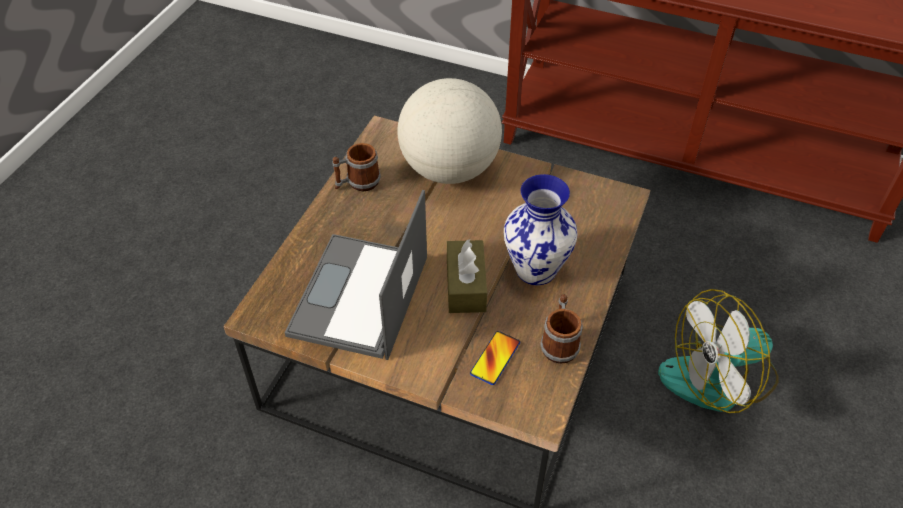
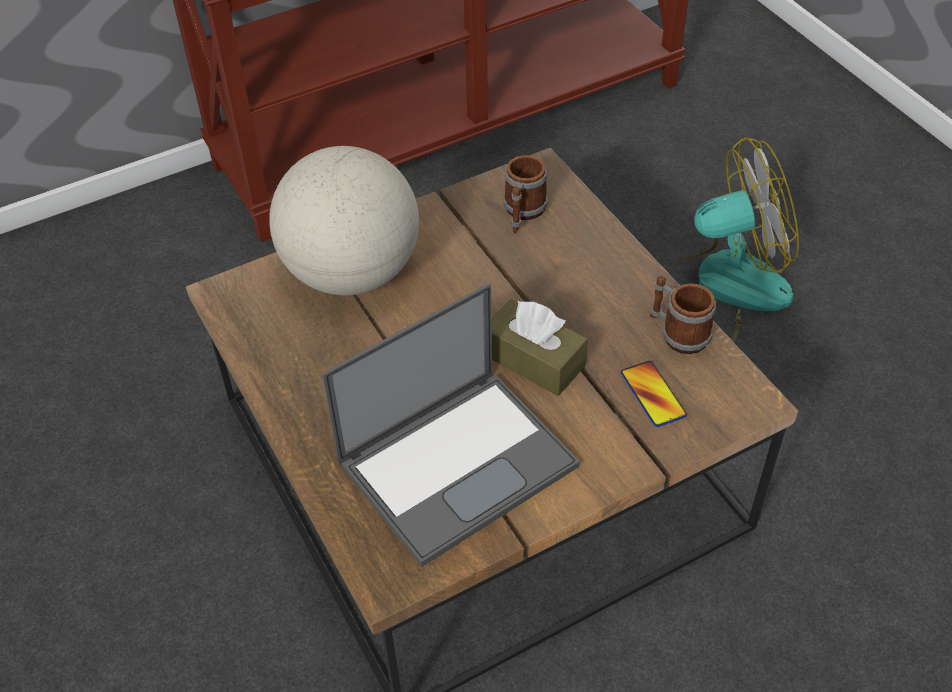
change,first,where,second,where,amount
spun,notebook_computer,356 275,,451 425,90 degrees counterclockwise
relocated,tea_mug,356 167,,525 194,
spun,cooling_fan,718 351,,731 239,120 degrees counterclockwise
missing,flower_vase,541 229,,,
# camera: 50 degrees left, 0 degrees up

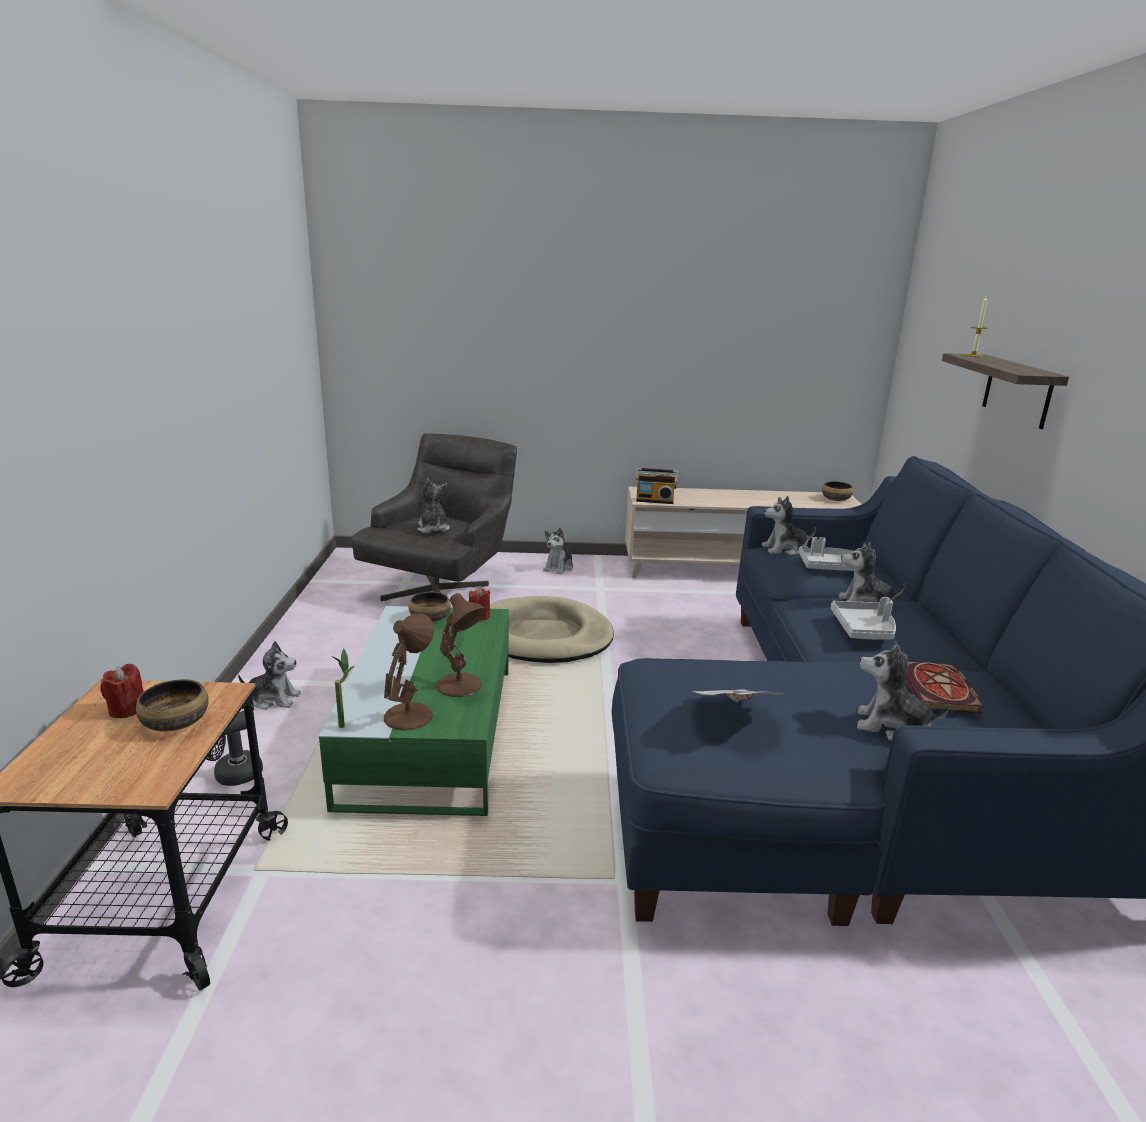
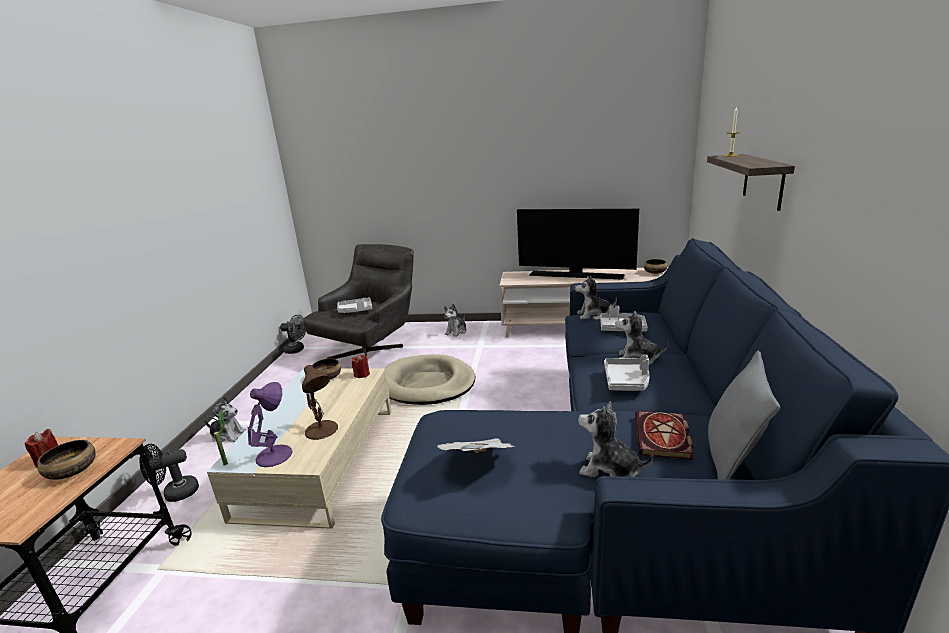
change,first,where,second,where,amount
colour,green-coloured_coffee_table,414 711,beige_coffee_table,299 448,
colour,brown-coloured_tabletop_lamp,409 672,purplish_tabletop_lamp,270 424,
appeared,,,grey_cooling_fan,293 334,
exchanged,cuddly_toy,434 505,grey_tray,354 305,
appeared,,,TV,578 244,
appeared,,,grey_cushion,744 415,
missing,radio_set,656 486,,,
# camera: 10 degrees right, 0 degrees up

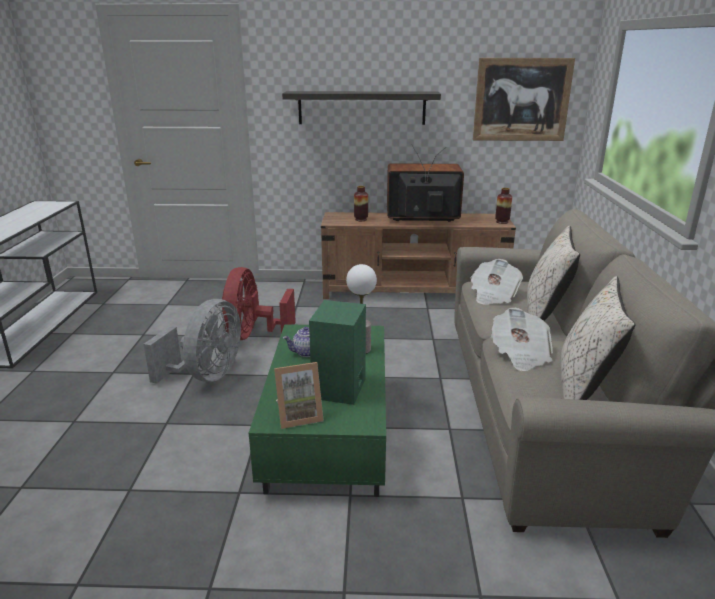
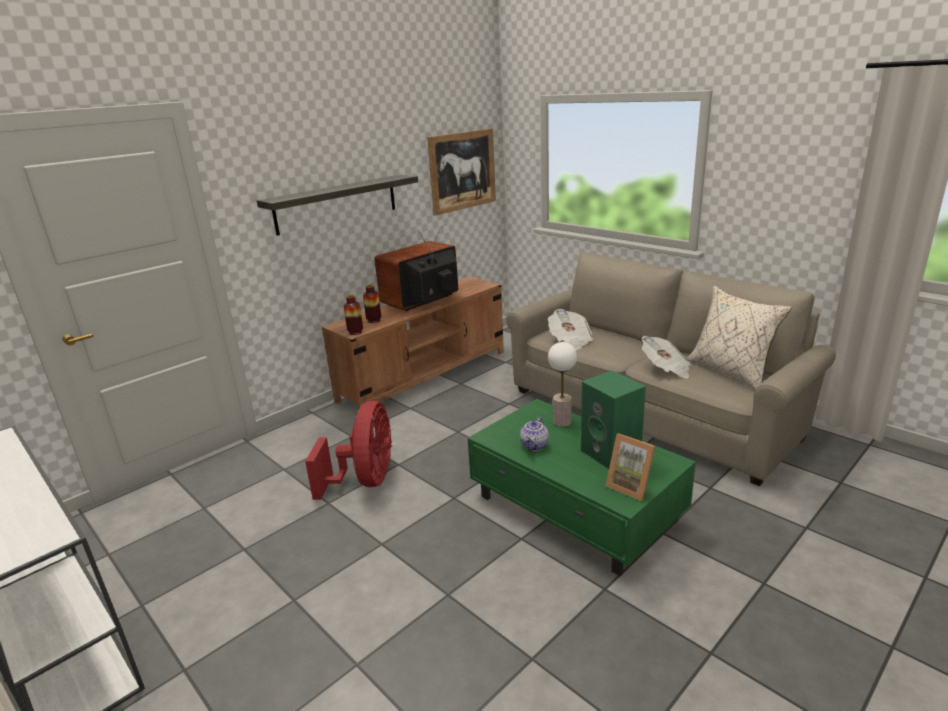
change,first,where,second,where,amount
spun,red-coloured_cooling_fan,259 303,,348 450,135 degrees counterclockwise
relocated,flower_vase,503 206,,353 315,
spun,standing_frame,299 395,,630 467,105 degrees clockwise
missing,grey_cooling_fan,192 341,,,
missing,beige_cushion,553 273,,,
# camera: 45 degrees left, 0 degrees up

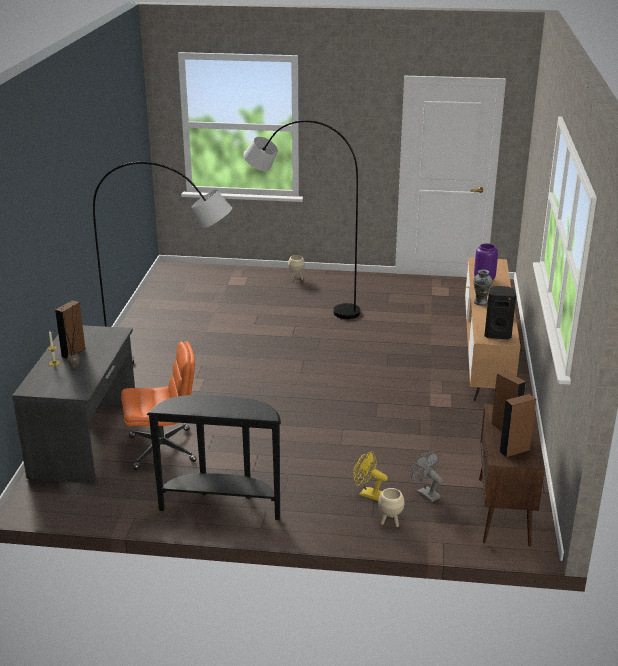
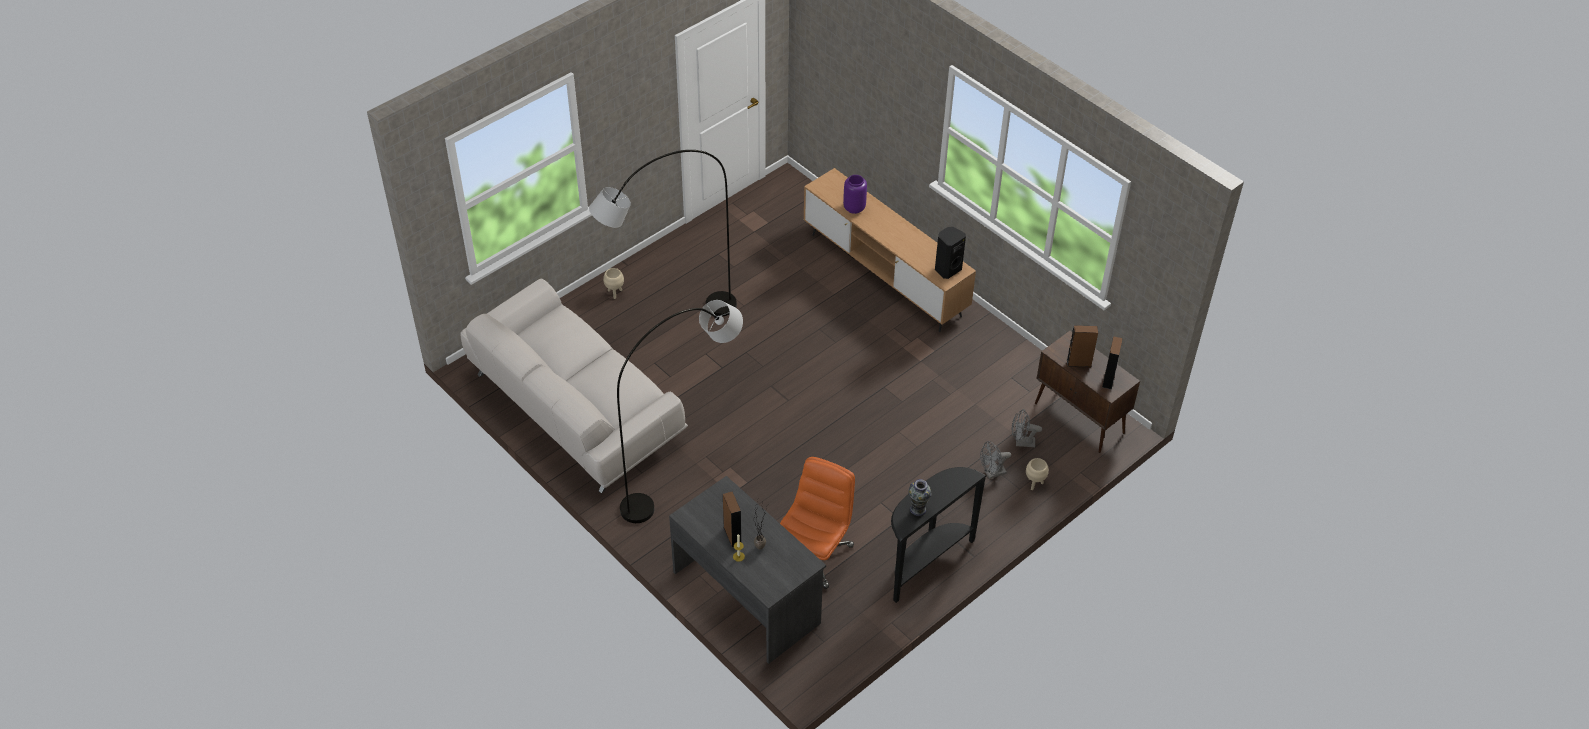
change,first,where,second,where,amount
appeared,,,white-coloured_settee,574 386,
relocated,flower_vase,483 287,,919 497,
colour,yellow_cooling_fan,370 476,grey_cooling_fan,995 460,
# camera: 50 degrees left, 20 degrees up

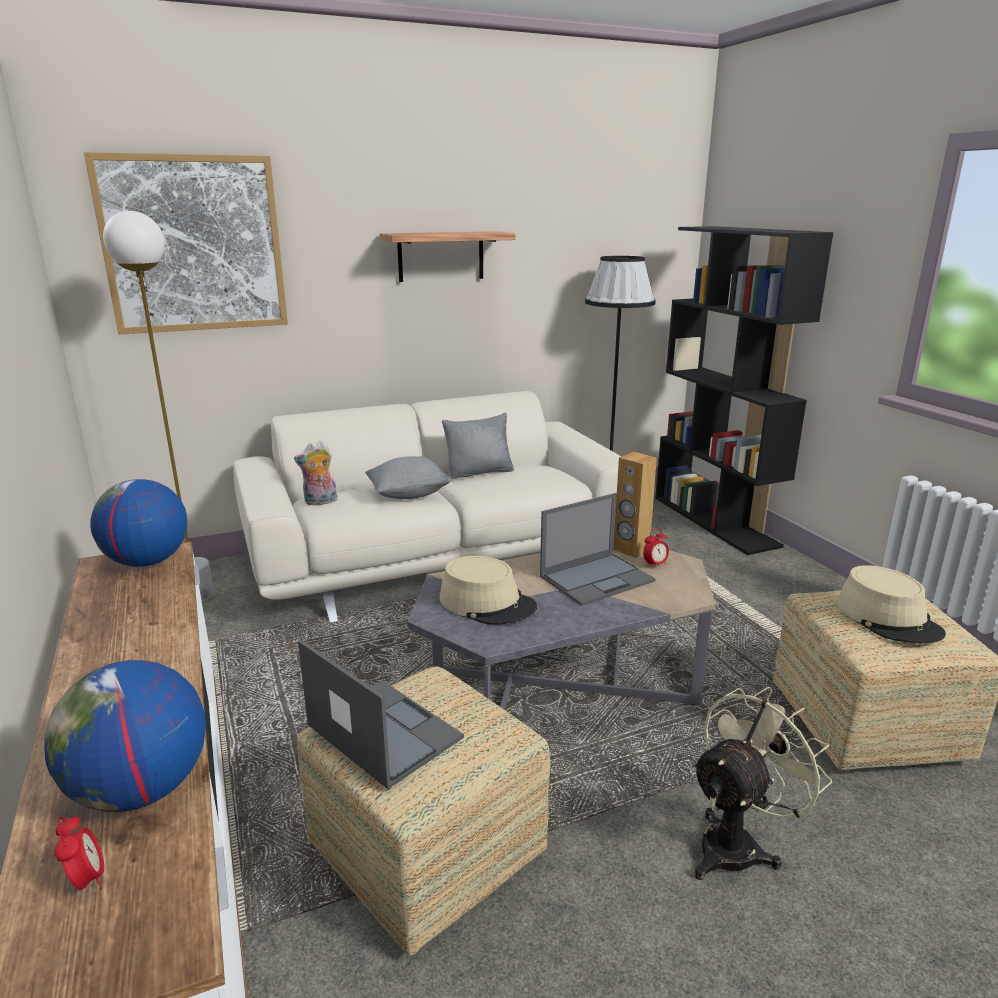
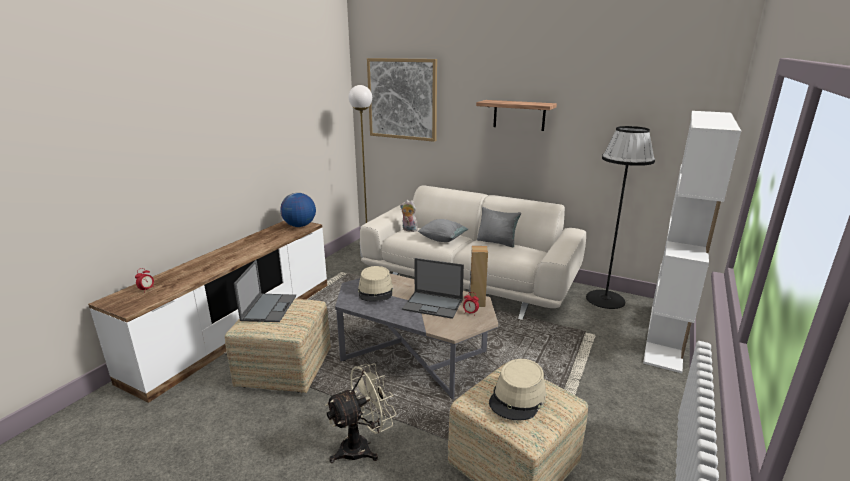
change,first,where,second,where,amount
spun,beige_cooling_fan,761 783,,360 413,45 degrees counterclockwise
colour,blackish_shelving_unit,744 390,white-coloured_shelving_unit,692 242,
missing,desk_globe,125 736,,,
# camera: 50 degrees right, 0 degrees up

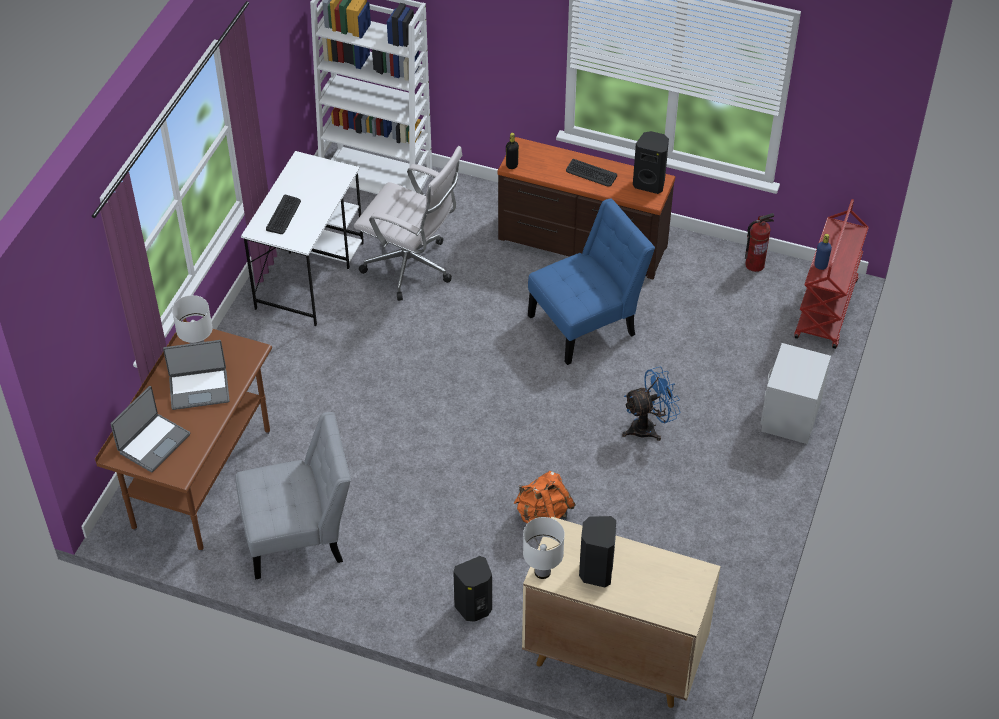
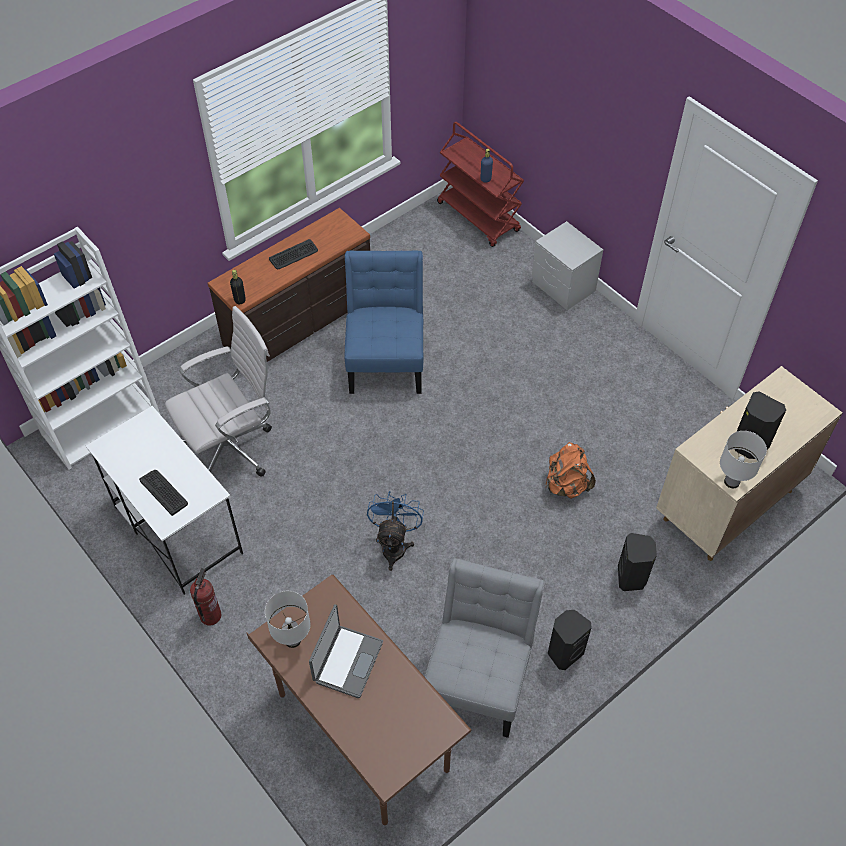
change,first,where,second,where,amount
relocated,extinguisher,759 242,,205 597,
relocated,blue-coloured_cooling_fan,651 404,,395 531,
relocated,blackish_audio_speaker,651 162,,569 640,
missing,notebook_computer,150 429,,,
# camera: 60 degrees left, 5 degrees up

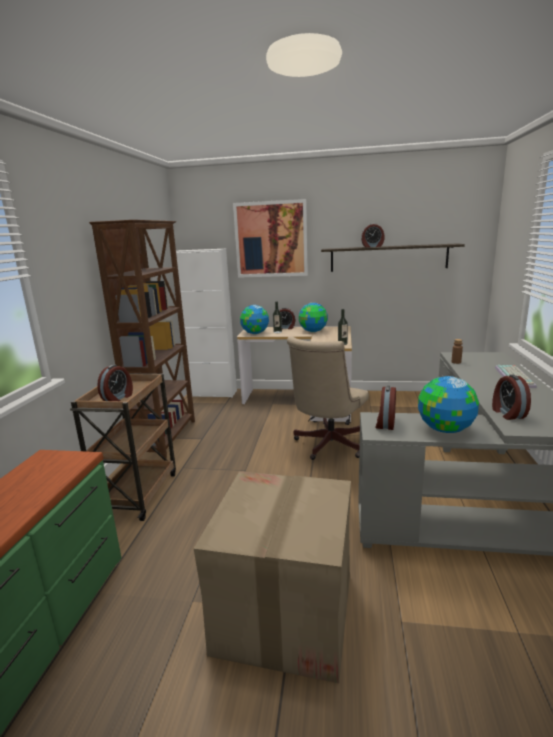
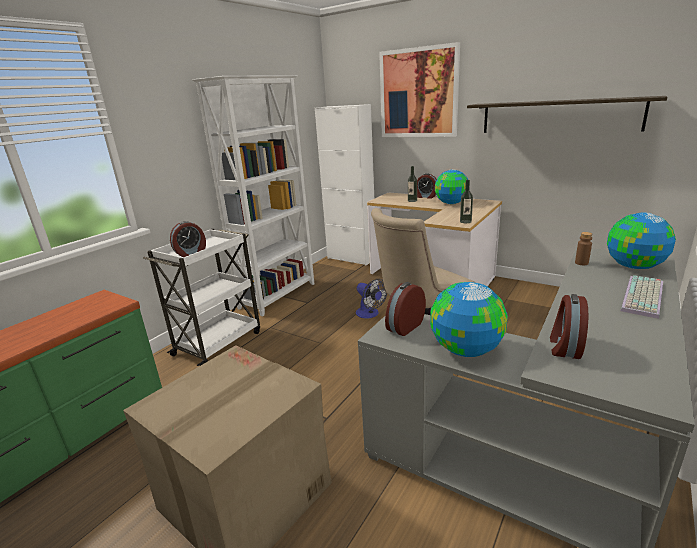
change,first,where,second,where,amount
colour,brown-coloured_trolley,123 447,white-coloured_trolley,201 297,
colour,brown-coloured_shelving_unit,142 339,white-coloured_shelving_unit,253 195,
appeared,,,cooling_fan,371 298,
relocated,desk_globe,254 319,,641 240,
missing,table_clock,372 235,,,
# camera: 25 degrees right, 5 degrees up

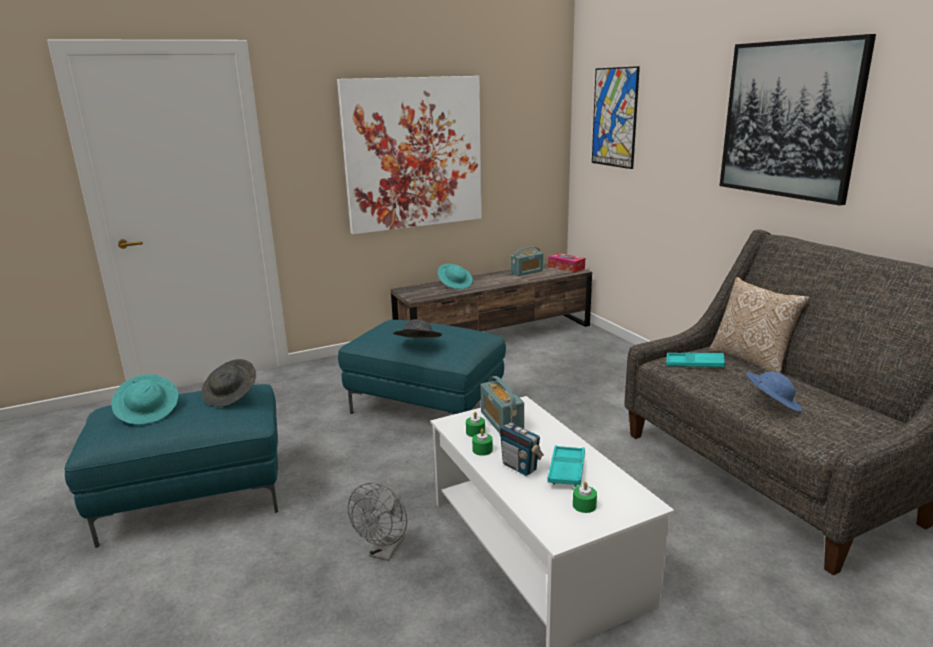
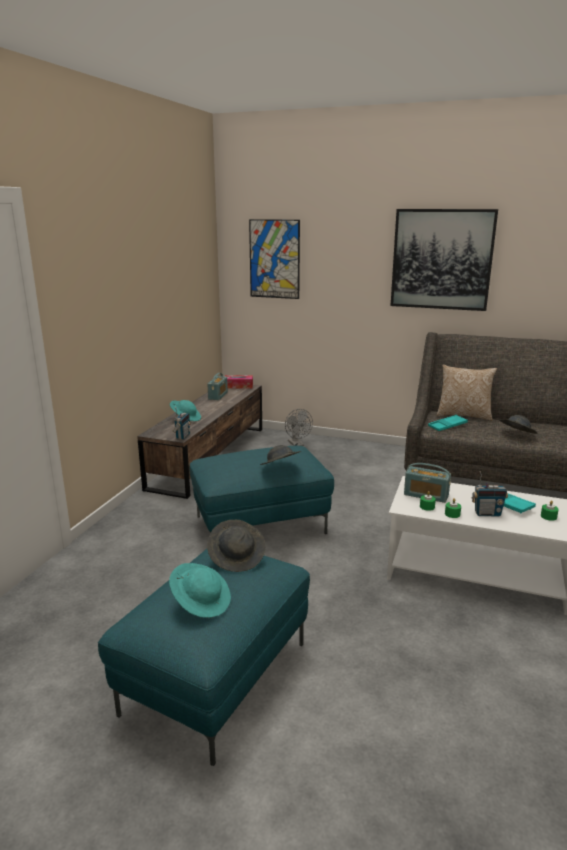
change,first,where,second,where,amount
appeared,,,radio_set,181 423,
relocated,grey_cooling_fan,377 522,,299 427,
colour,blue-coloured_clothing_hat,774 392,grey_clothing_hat,518 424,
missing,picture,409 155,,,
# camera: 45 degrees left, 0 degrees up

